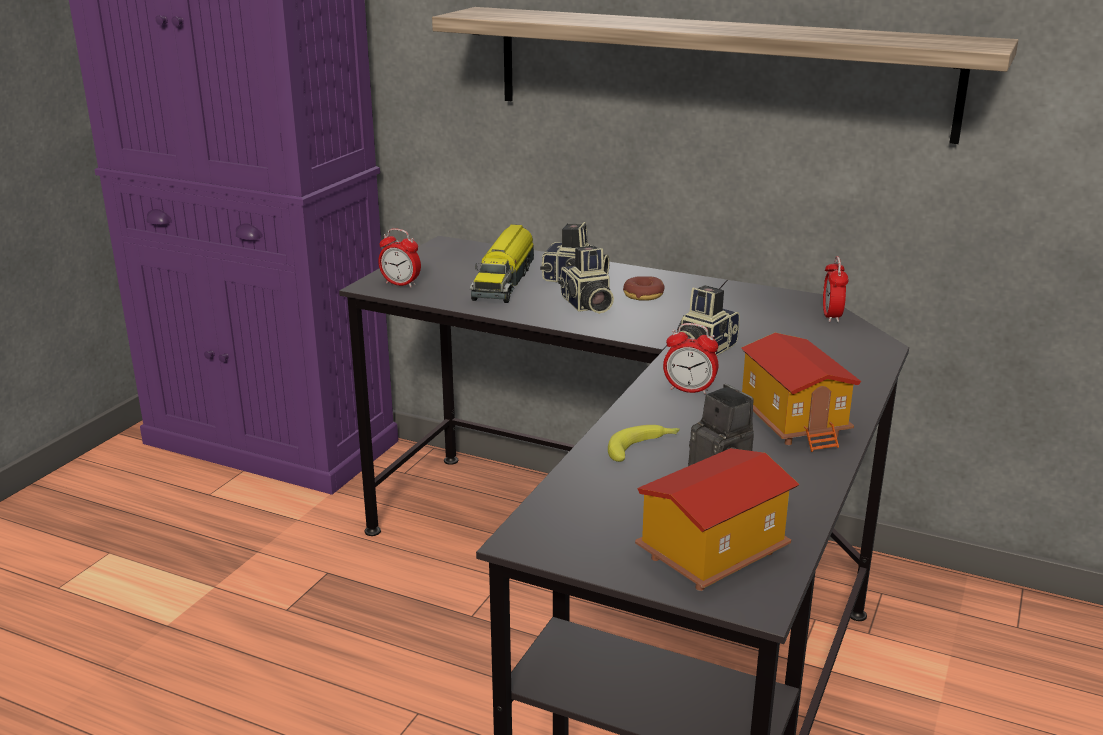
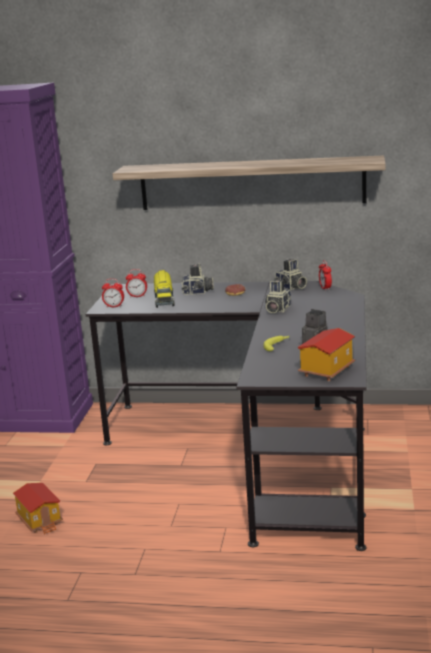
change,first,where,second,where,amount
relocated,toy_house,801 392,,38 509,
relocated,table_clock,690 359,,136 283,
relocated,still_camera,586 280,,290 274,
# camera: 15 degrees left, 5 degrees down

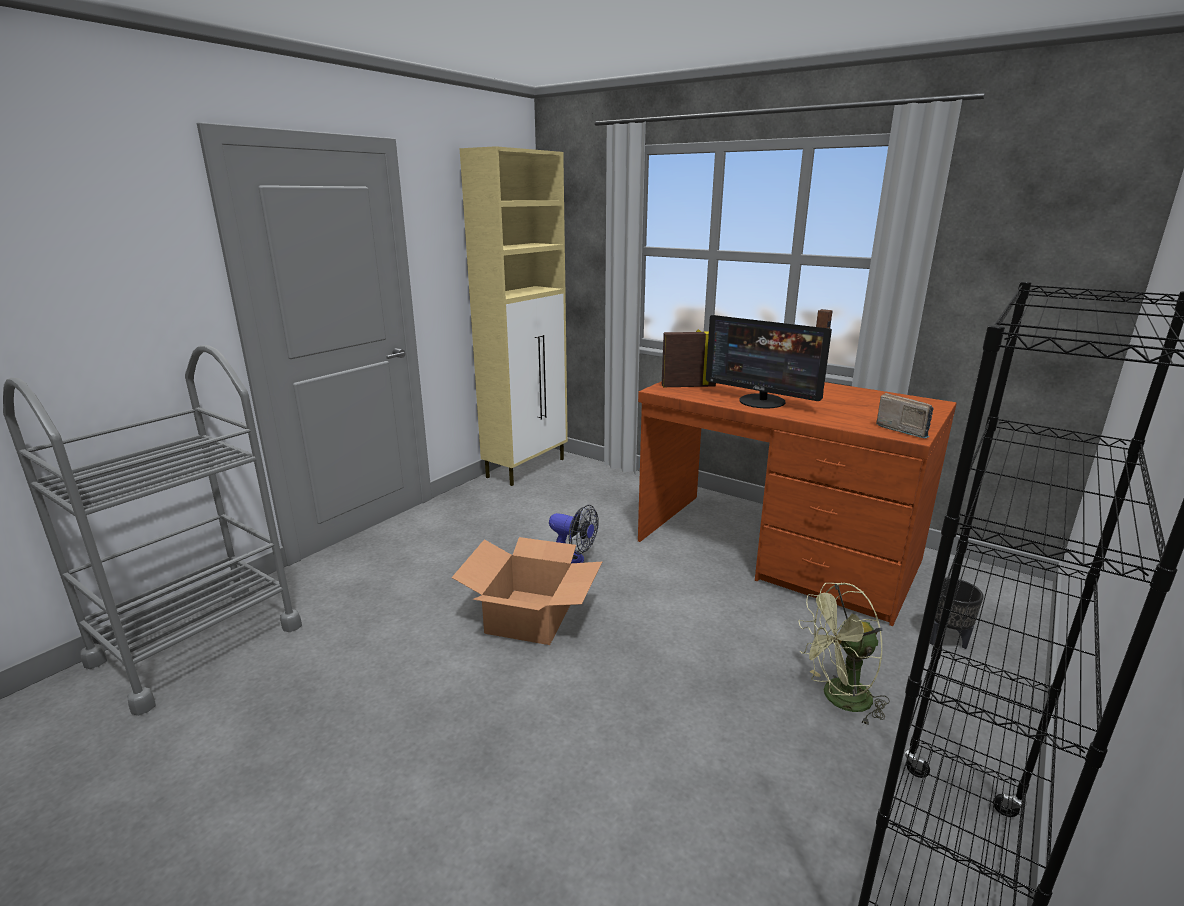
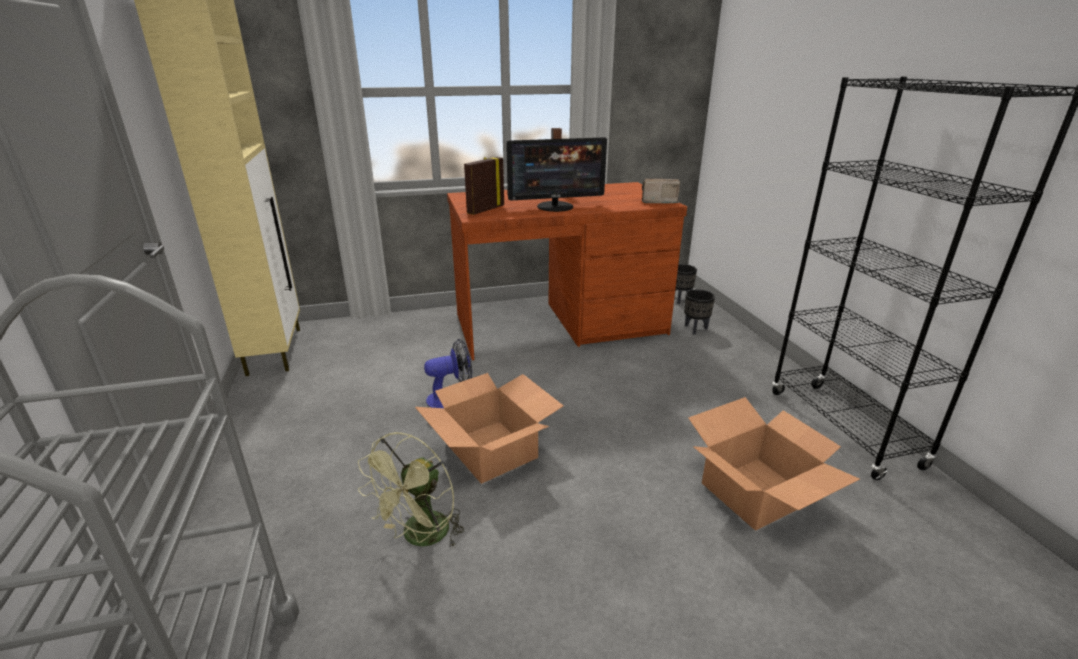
change,first,where,second,where,amount
relocated,green-coloured_cooling_fan,844 654,,411 489,
appeared,,,blackish_plant_pot,686 284,
appeared,,,carton,774 464,
# camera: 50 degrees left, 5 degrees up

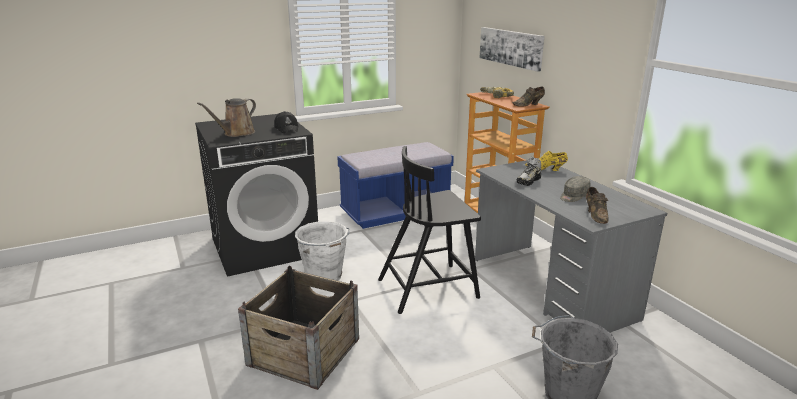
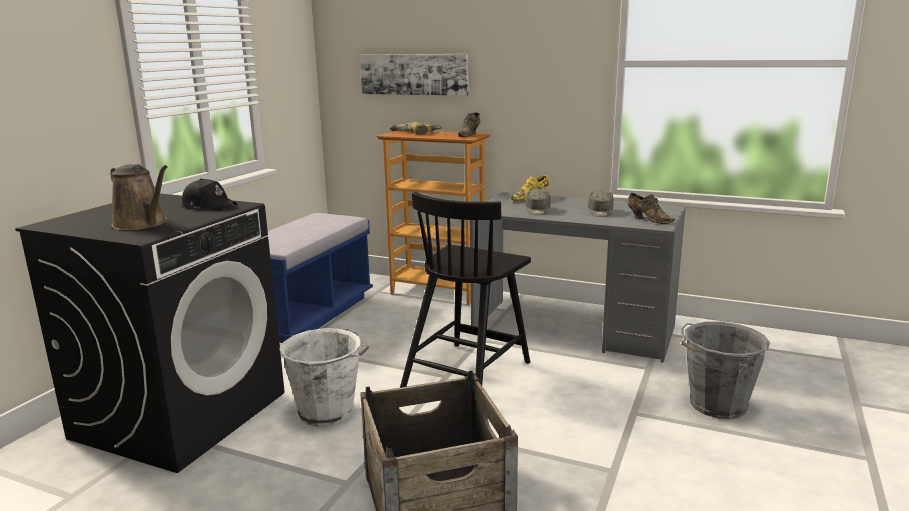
change,first,where,second,where,amount
spun,brown-coloured_watering_can,226 117,,139 197,45 degrees counterclockwise
exchanged,item_of_footwear,529 171,grey_peaked_cap,538 202,
# camera: 40 degrees left, 5 degrees down

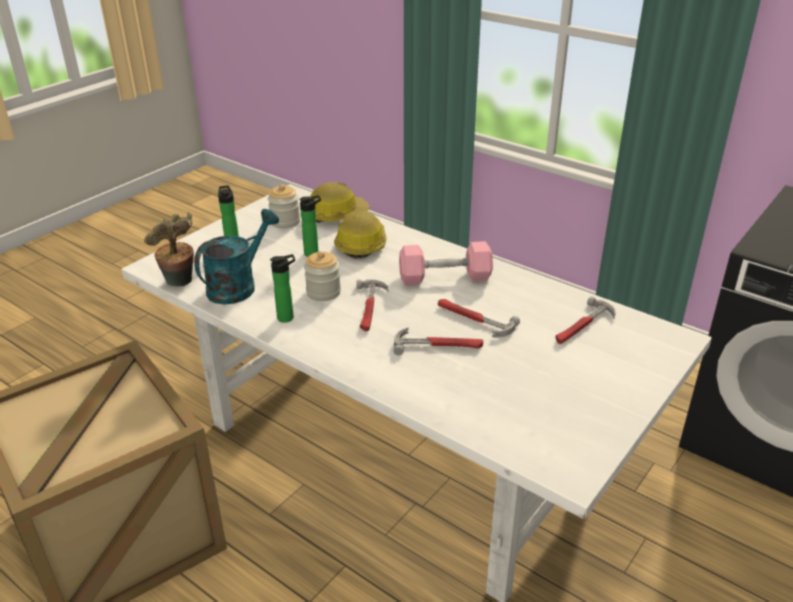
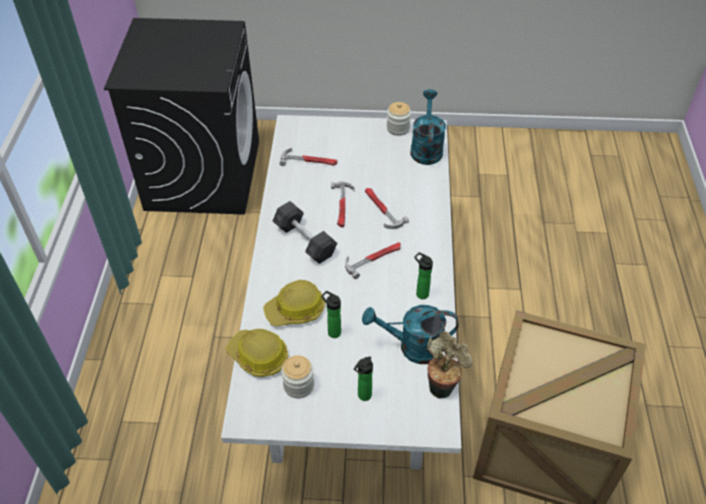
change,first,where,second,where,amount
colour,pink_dumbbell,446 263,grey_dumbbell,305 232,
relocated,storage_jar,322 276,,399 119,
appeared,,,turquoise_watering_can,428 127,
# camera: 125 degrees left, 15 degrees up

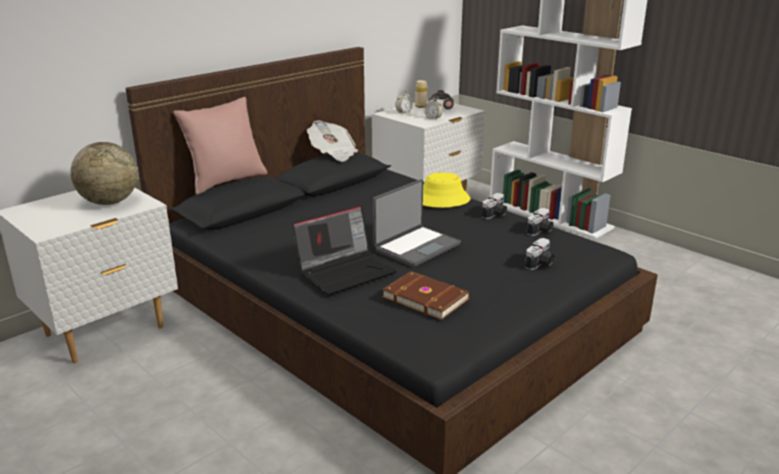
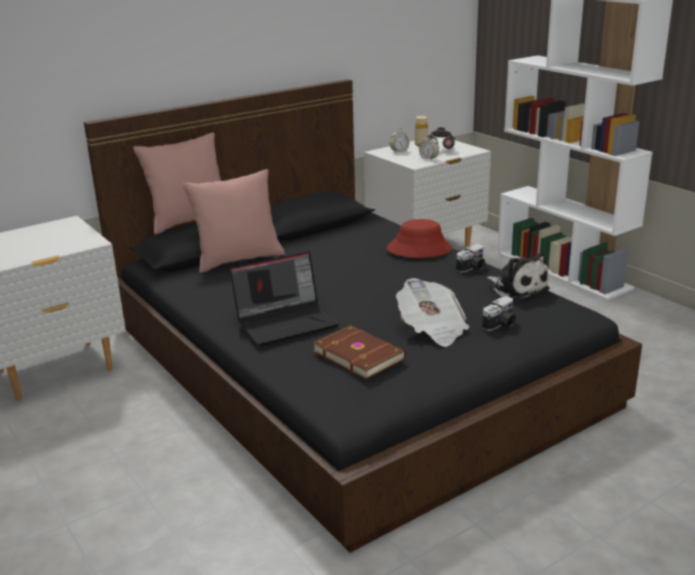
change,first,where,second,where,amount
appeared,,,pink_cushion,233 221,
colour,yellow_clothing_hat,446 190,red-coloured_clothing_hat,419 238,
relocated,daily_paper,332 141,,432 312,
exchanged,still_camera,540 222,cuddly_toy,518 276,
missing,desk_globe,104 173,,,
missing,notebook_computer,417 223,,,
# camera: 10 degrees right, 0 degrees up

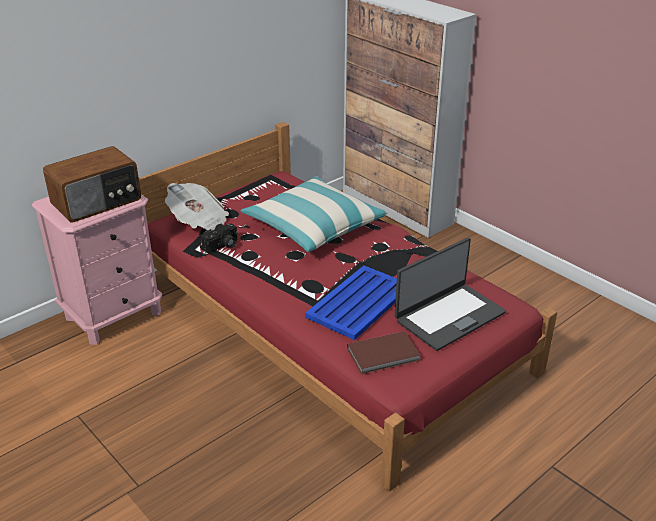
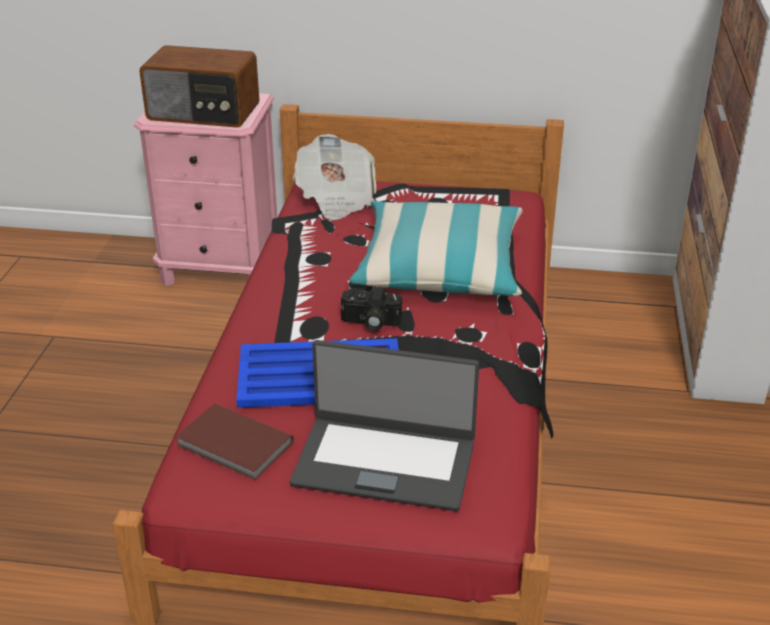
change,first,where,second,where,amount
relocated,still_camera,219 238,,371 309,
# camera: 50 degrees right, 0 degrees up

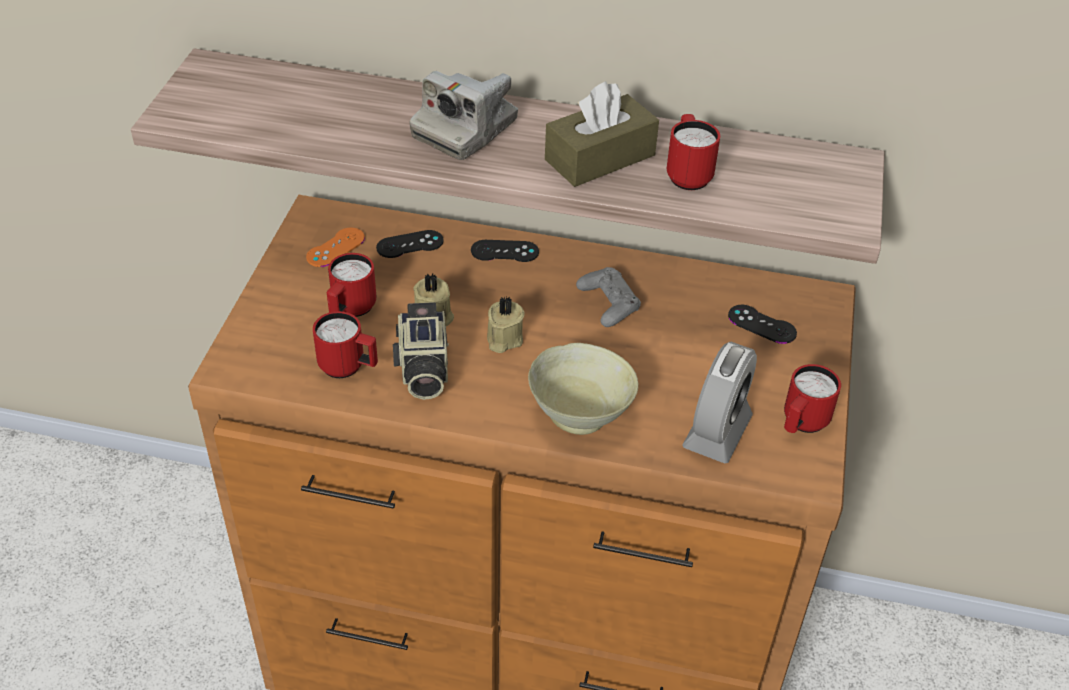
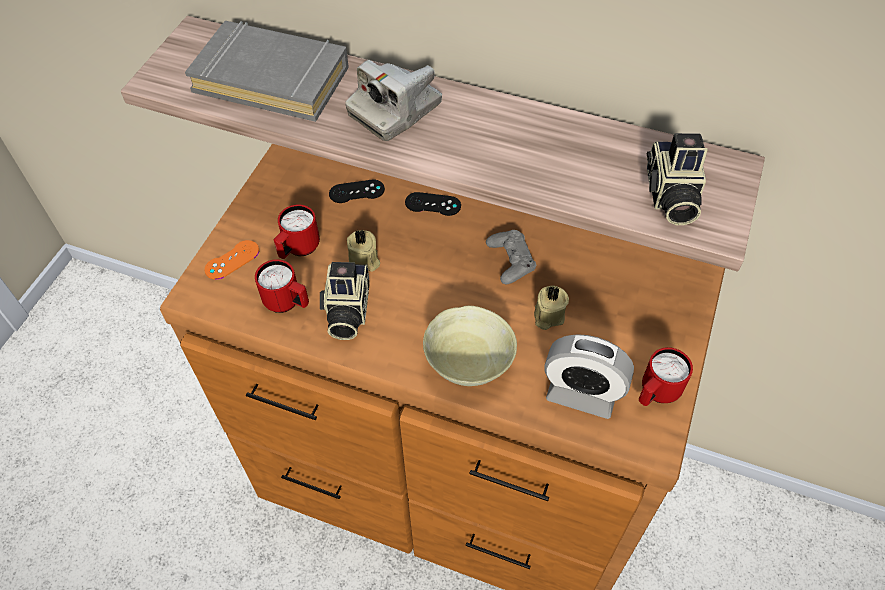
change,first,where,second,where,amount
appeared,,,grey_volume,267 71,
relocated,orange-coloured_joypad,335 247,,232 260,
relocated,beige_wax_light,506 325,,551 307,
spun,table_clock,719 403,,589 376,75 degrees clockwise
appeared,,,still_camera,677 179,
missing,brown-coloured_tissue_holder,602 134,,,
missing,red-coloured_tea_mug,693 152,,,
missing,blackish_joypad,762 324,,,
# camera: 10 degrees right, 10 degrees up

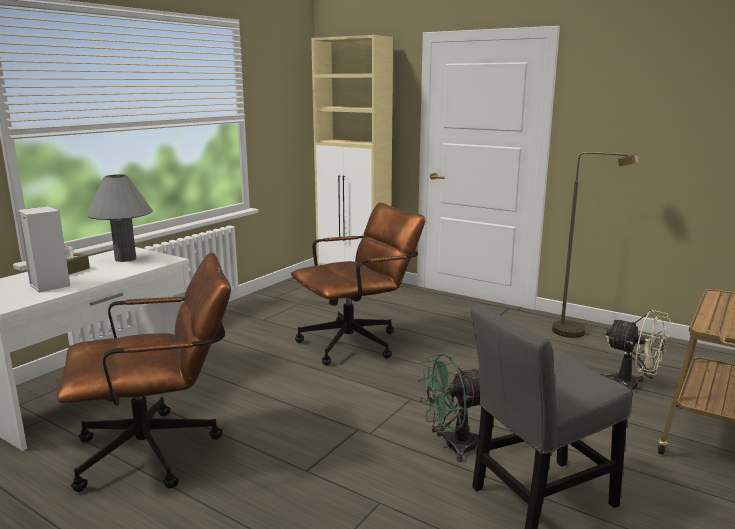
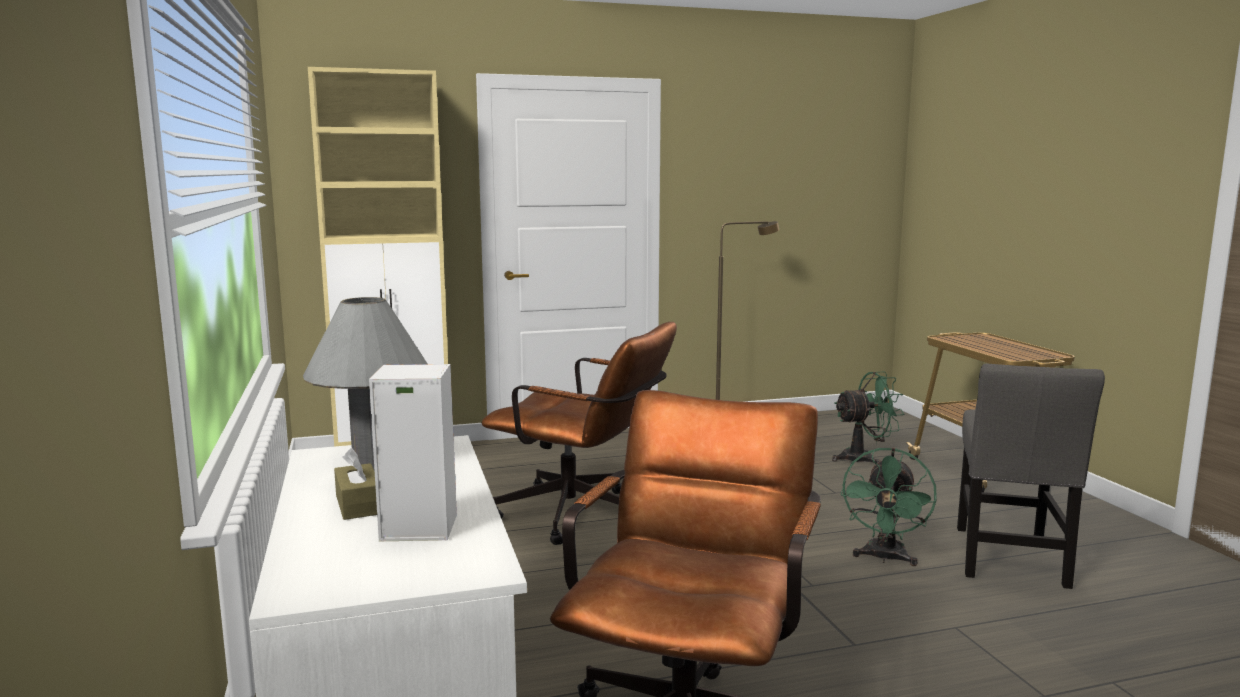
change,first,where,second,where,amount
spun,brown-coloured_office_chair,358 284,,579 433,105 degrees clockwise
colour,beige_cooling_fan,635 353,green-coloured_cooling_fan,868 418,
# camera: 50 degrees left, 5 degrees down

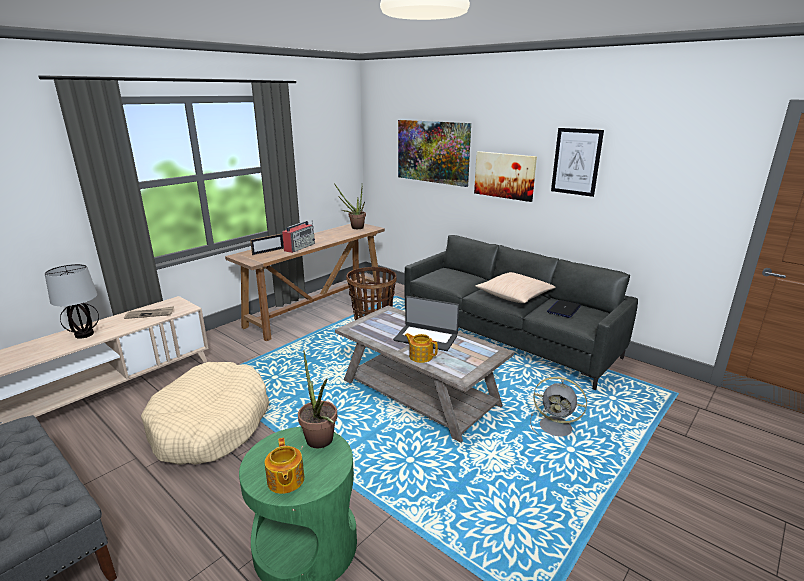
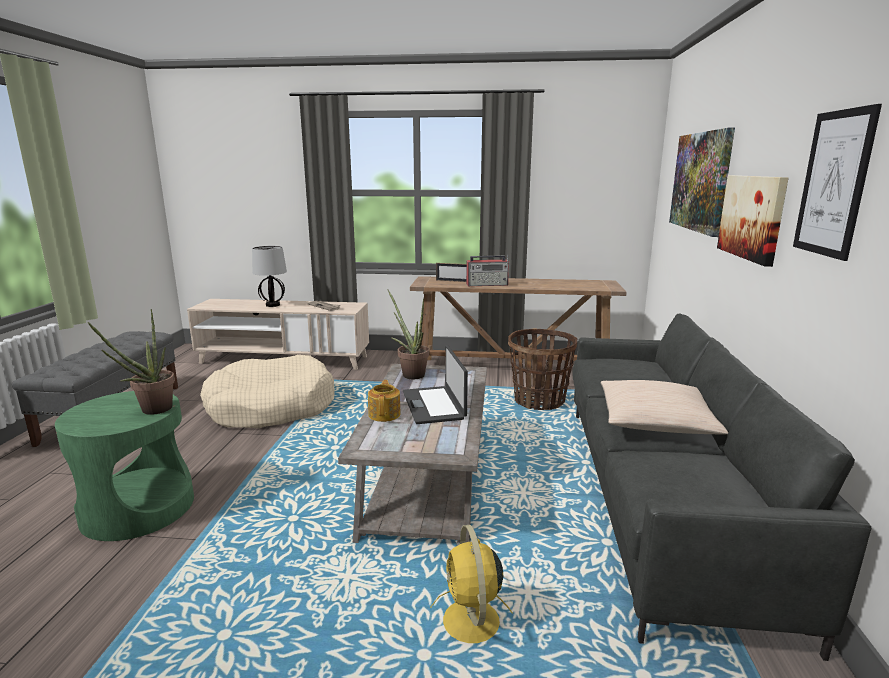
change,first,where,second,where,amount
relocated,plant_in_a_pot,350 206,,408 334,
colour,grey_cooling_fan,558 406,yellow_cooling_fan,471 584,
missing,tea_pot,284 466,,,
missing,notebook_computer,564 309,,,
# camera: 55 degrees right, 5 degrees down

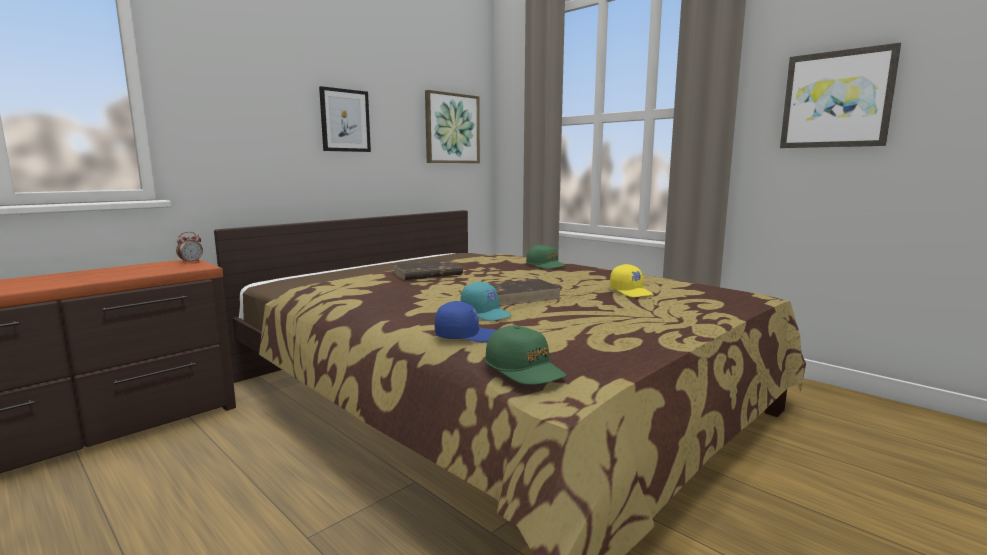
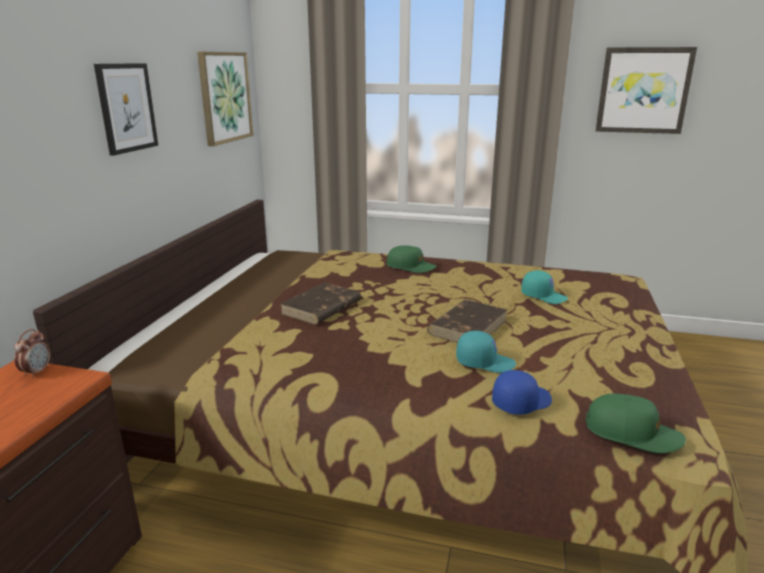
change,first,where,second,where,amount
colour,yellow_peaked_cap,632 280,turquoise_peaked_cap,544 287,
# camera: 30 degrees left, 10 degrees up

